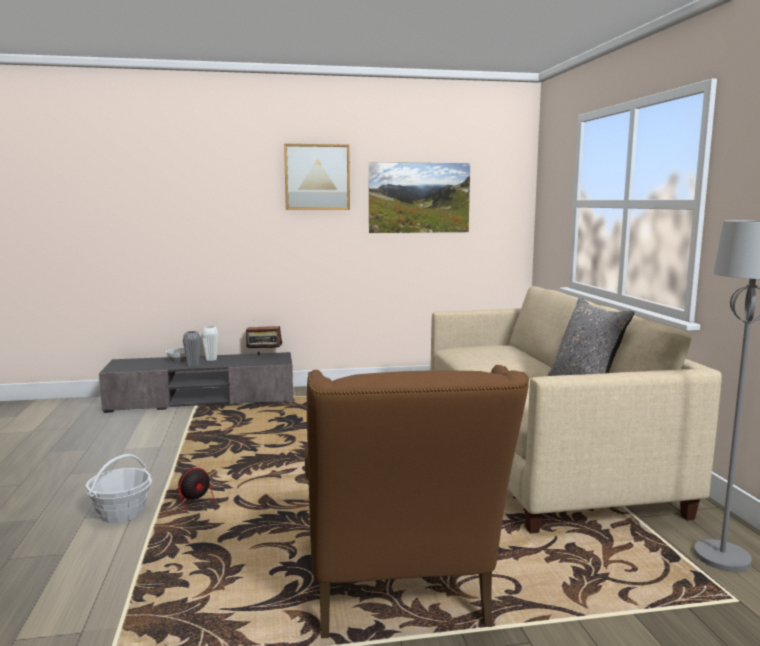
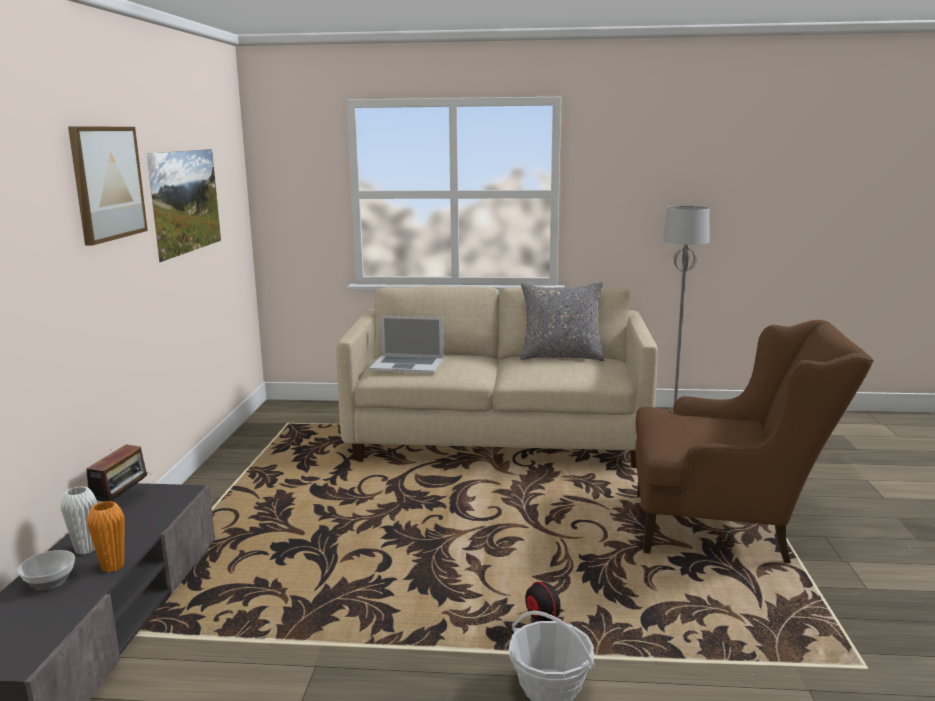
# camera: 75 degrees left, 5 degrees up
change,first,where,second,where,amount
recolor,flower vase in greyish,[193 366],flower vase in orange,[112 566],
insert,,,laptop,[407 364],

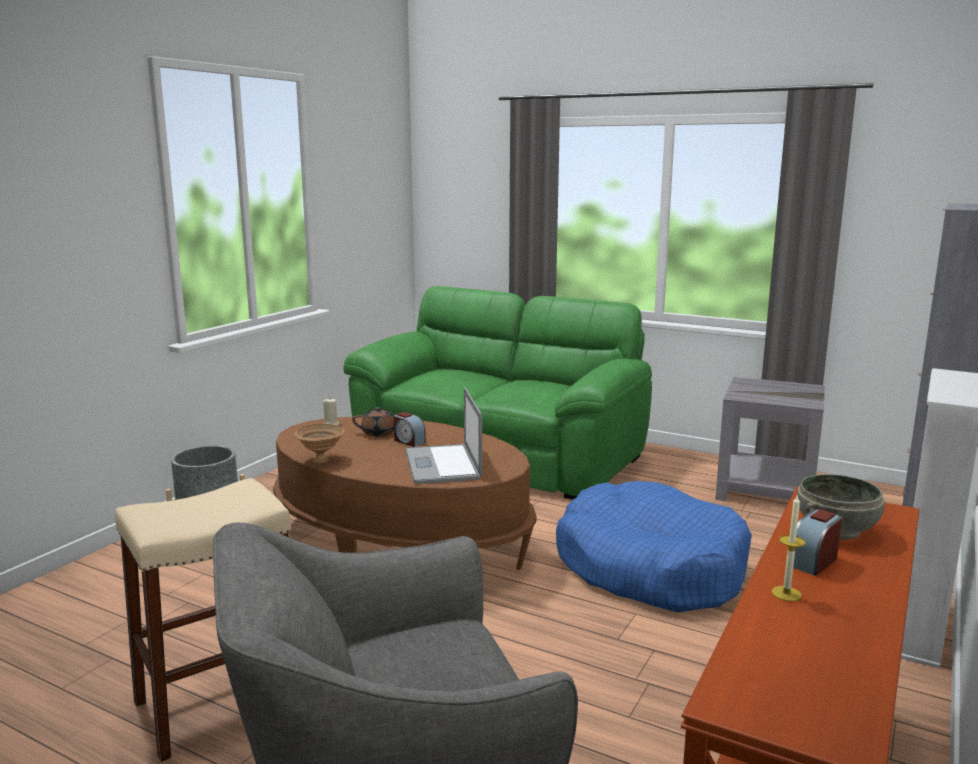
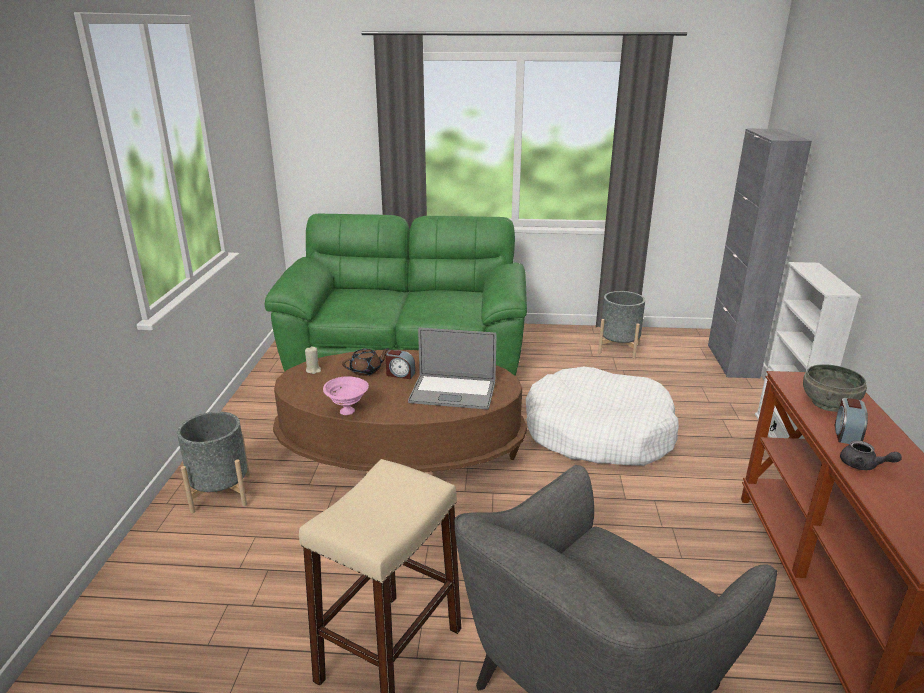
# camera: 25 degrees left, 10 degrees up
change,first,where,second,where,amount
replace,side table in greyish,[767 489],plant pot in greyish,[618 348],
rotate,laptop,[442 464],,[452 392],45 degrees counterclockwise
recolor,deep dish in brownish,[321 460],deep dish in pinkish,[347 411],
recolor,dog bed in blue,[650 567],dog bed in white,[598 433],
replace,candle,[786 593],teapot in greyish,[863 466],

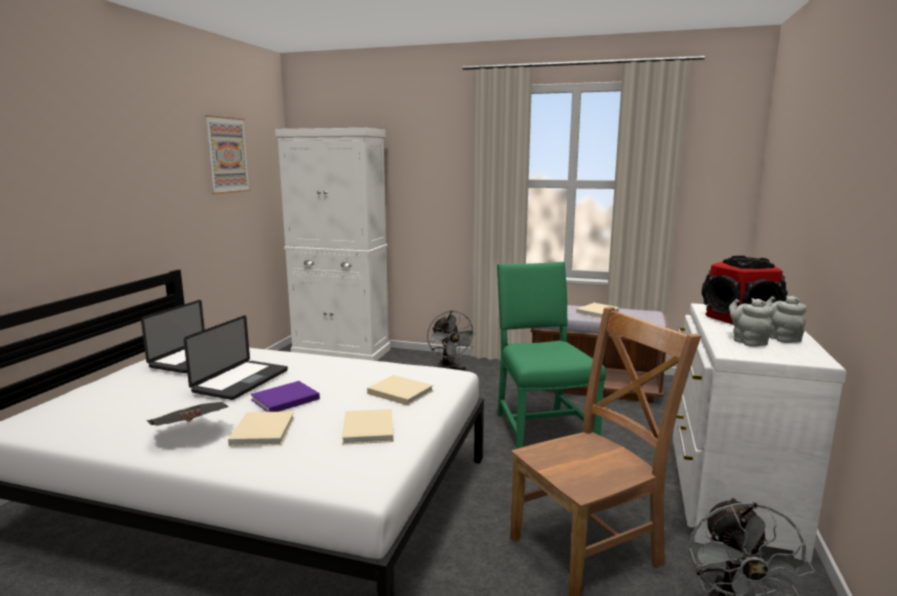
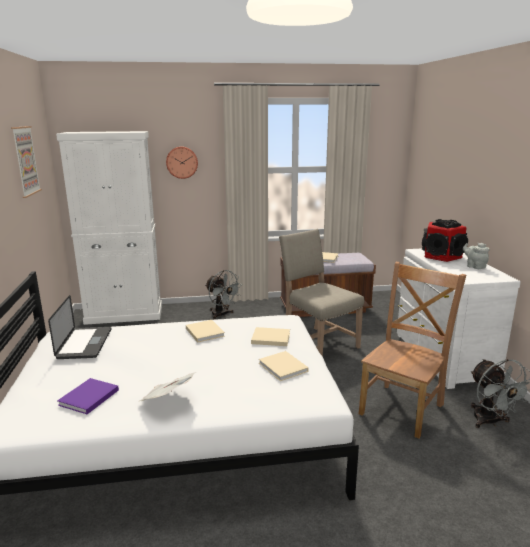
# camera: 25 degrees left, 5 degrees up
change,first,where,second,where,amount
recolor,plain chair in green,[541 428],plain chair in sand-coloured,[317 343],
delete,teapot in greyish,[747 341],,,
delete,laptop,[241 381],,,
move,bound book in purplish,[283 400],,[87 398],
move,bound book in sand-coloured,[263 430],,[204 332],
insert,,,wall clock,[182 162],

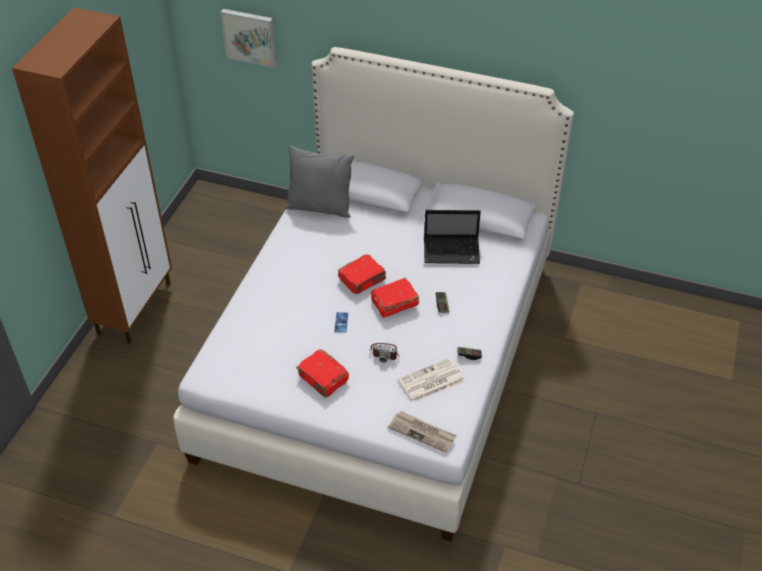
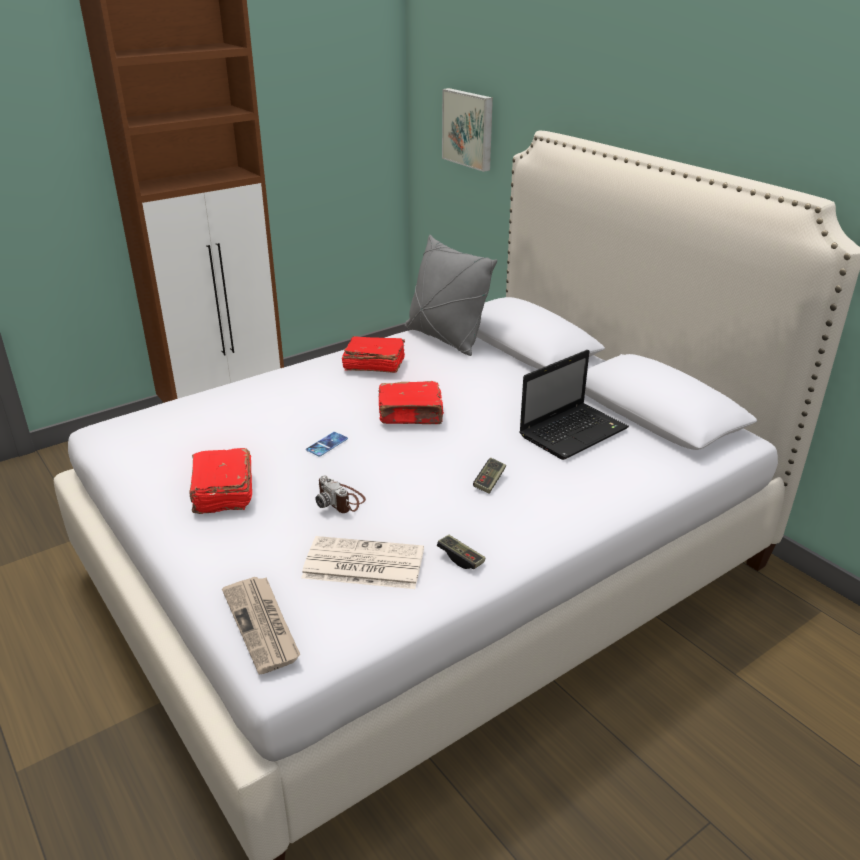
# camera: 35 degrees right, 15 degrees down
change,first,where,second,where,amount
rotate,laptop,[452 251],,[574 431],75 degrees counterclockwise
move,bound book in reddish,[394 304],,[373 365],

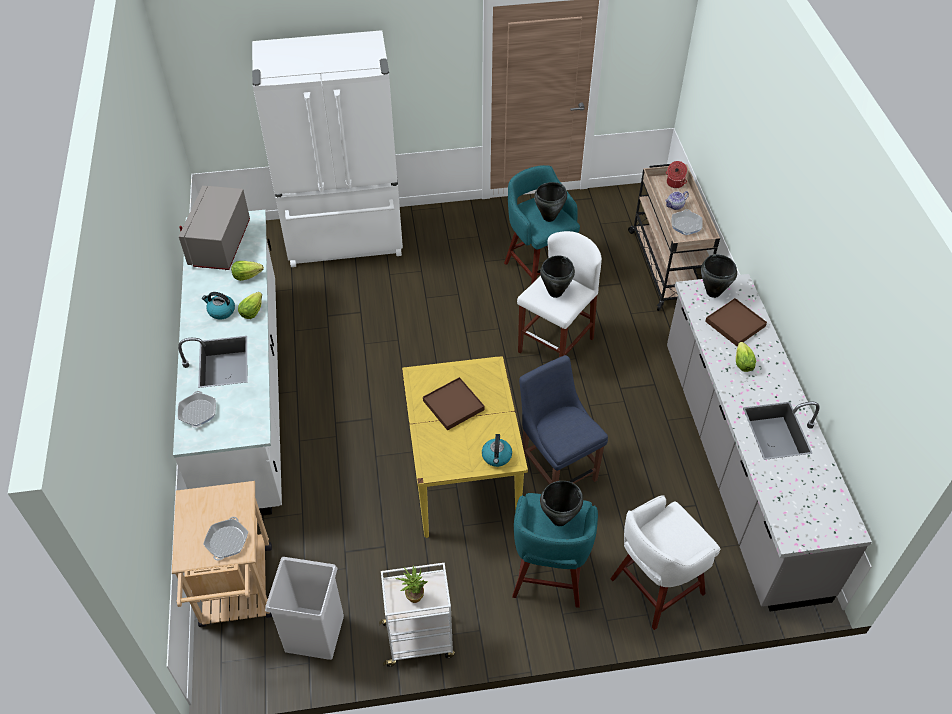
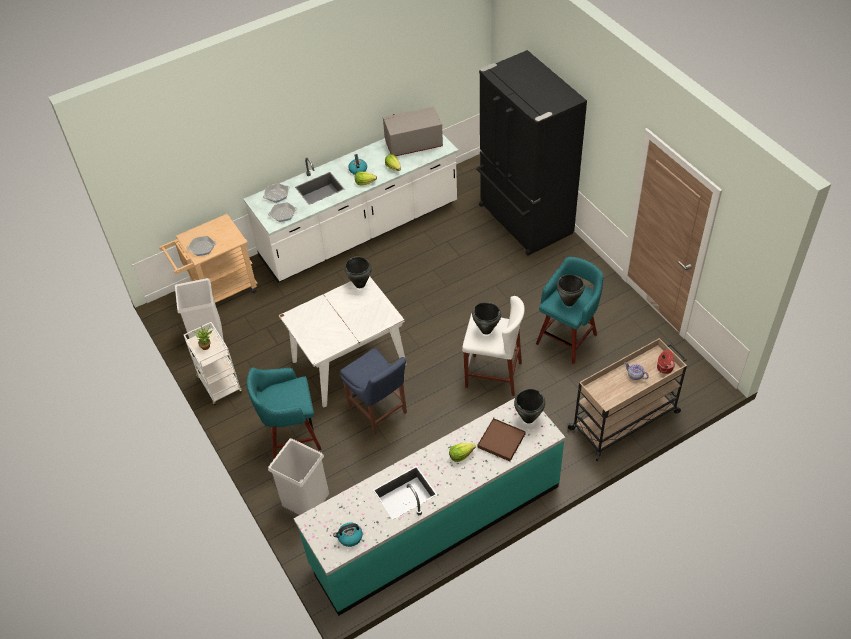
# camera: 70 degrees right, 0 degrees up
change,first,where,second,where,amount
recolor,refrigerator in white,[345 239],refrigerator in black-coloured,[523 220],
move,skillet,[686 225],,[283 214],
recolor,kitchen counter in greyish,[738 466],kitchen counter in turquoise-coloured,[436 525],
rotate,plain chair in blue,[556 468],,[379 412],105 degrees clockwise
recolor,dining table in yellow-coloured,[463 476],dining table in white,[348 363],
delete,serving tray in brownish,[453 405],,,
move,tea kettle,[497 457],,[350 537],
move,saucepot in black-coloured,[559 519],,[360 284],
replace,stool seat in white,[654 587],rubbish bin in white,[306 499],

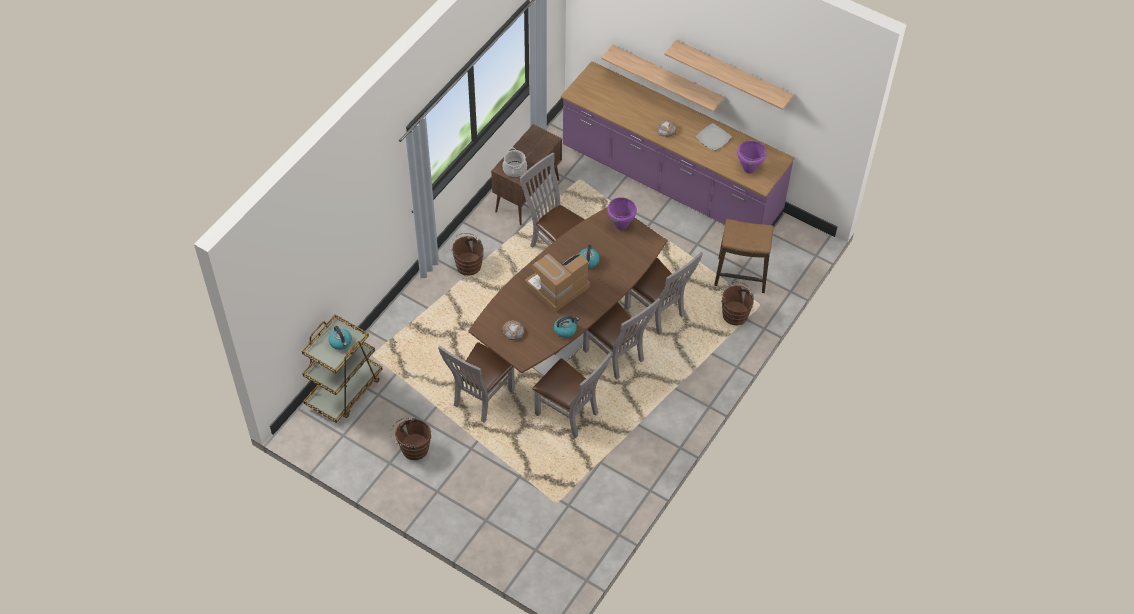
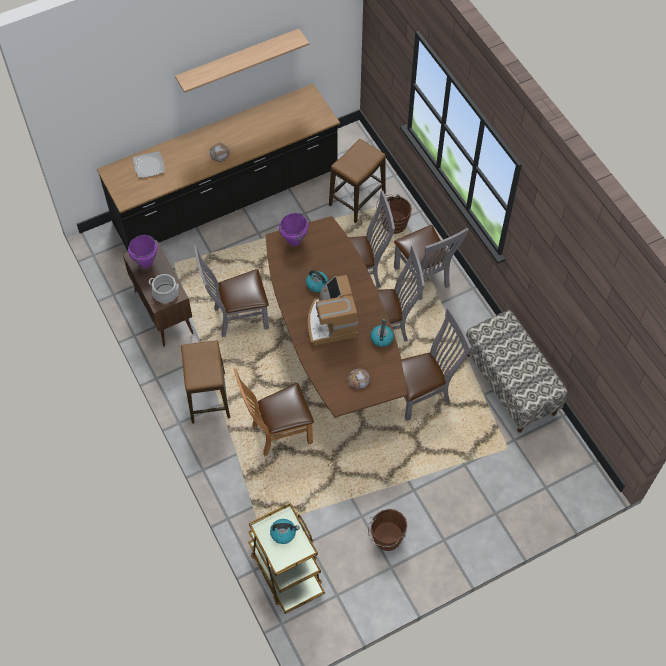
# camera: 60 degrees left, 5 degrees up
change,first,where,second,where,amount
delete,wall shelf,[667 78],,,
recolor,kitchen counter in purplish,[670 183],kitchen counter in black-coloured,[226 199],
move,dinner plate,[712 138],,[149 166],
move,saucepot in purplish,[748 169],,[146 263],
replace,bucket in brownish,[467 264],stool seat,[208 397],
move,plain chair in greyish,[480 399],,[424 279],
insert,,,bench,[511 384],
insert,,,plain chair in brownish,[278 433],

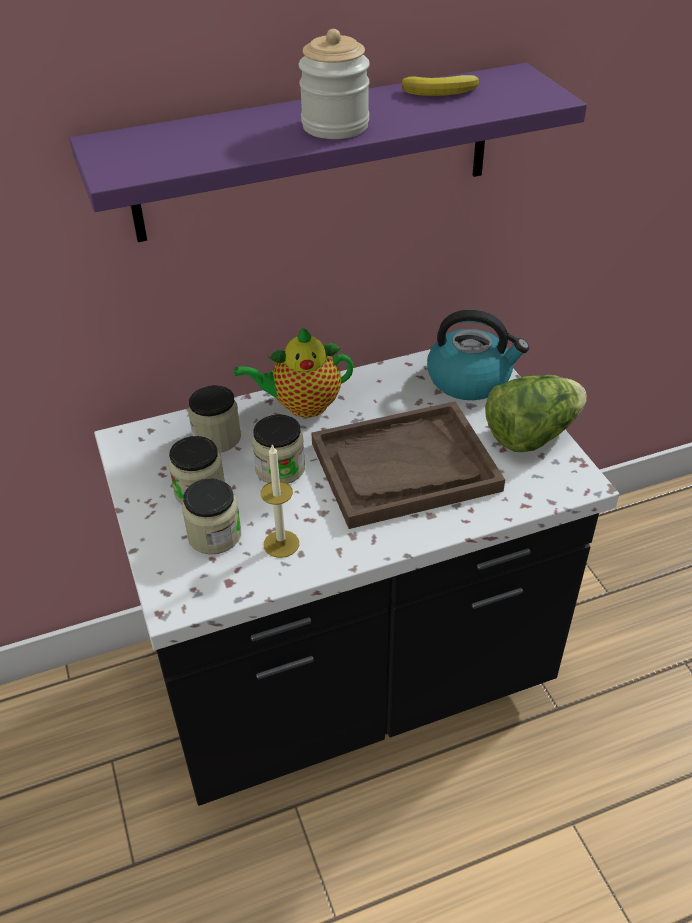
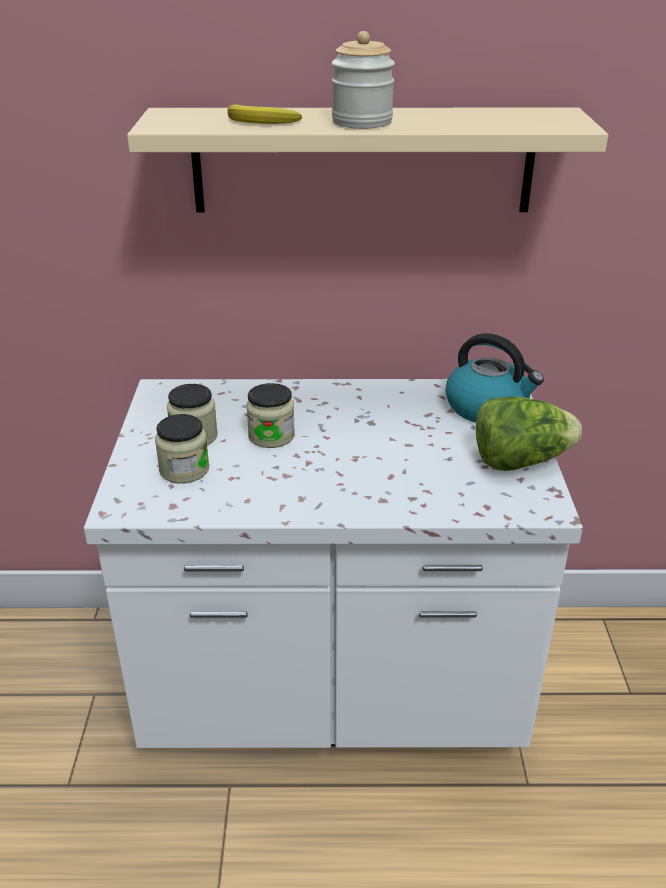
# camera: 20 degrees right, 10 degrees down
change,first,where,second,where,amount
recolor,wall shelf in purplish,[315 153],wall shelf in sand-coloured,[363 160],
move,banana fruit,[443 91],,[264 122],
delete,teapot,[302 405],,,
recolor,kitchen counter in black-coloured,[350 678],kitchen counter in white,[333 692],
delete,preserve jar,[217 438],,,
delete,serving tray in brownish,[404 467],,,
delete,candle,[281 544],,,

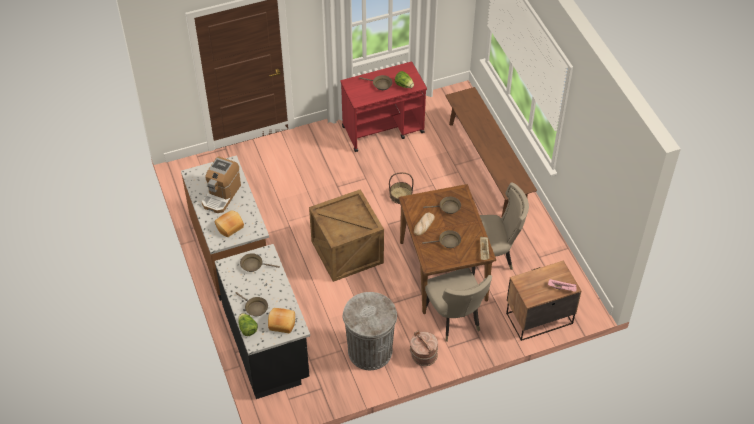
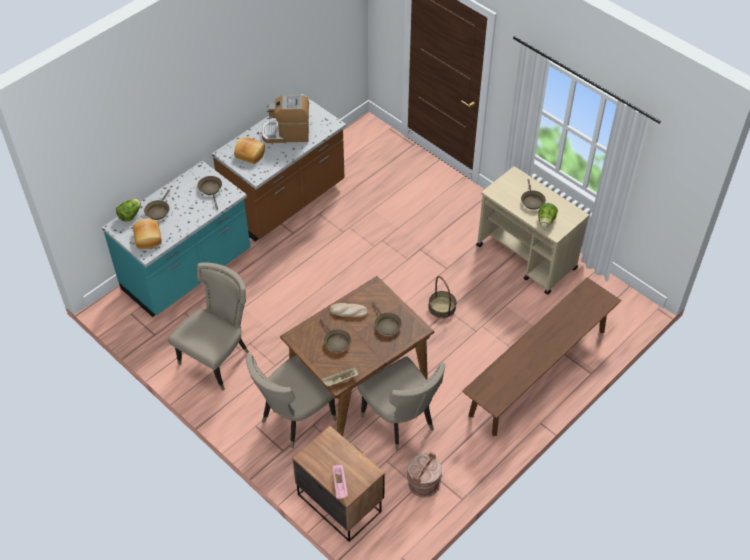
# camera: 65 degrees right, 0 degrees up
change,first,where,second,where,amount
recolor,wheeled cart in reddish,[383 129],wheeled cart in sand-coloured,[526 258],
delete,shipping crate,[346 251],,,
recolor,kitchen counter in black-coloured,[267 345],kitchen counter in turquoise-coloured,[187 272],
replace,rubbish bin in greyish,[370 351],plain chair in sand-coloured,[218 358],
move,bucket in brownish,[423 356],,[423 483],

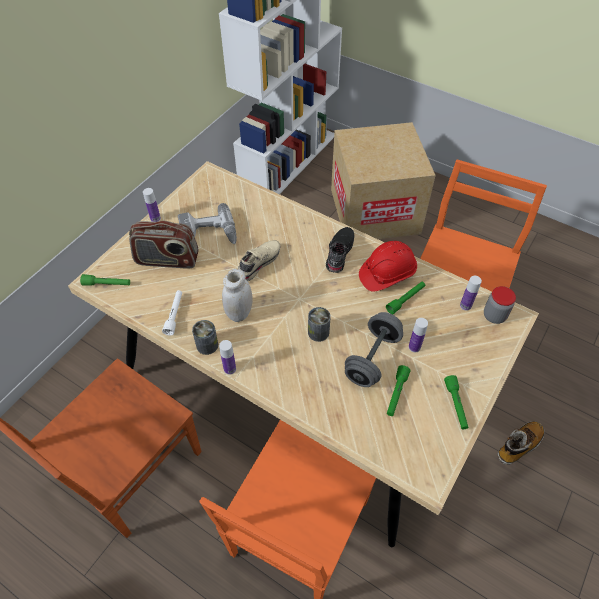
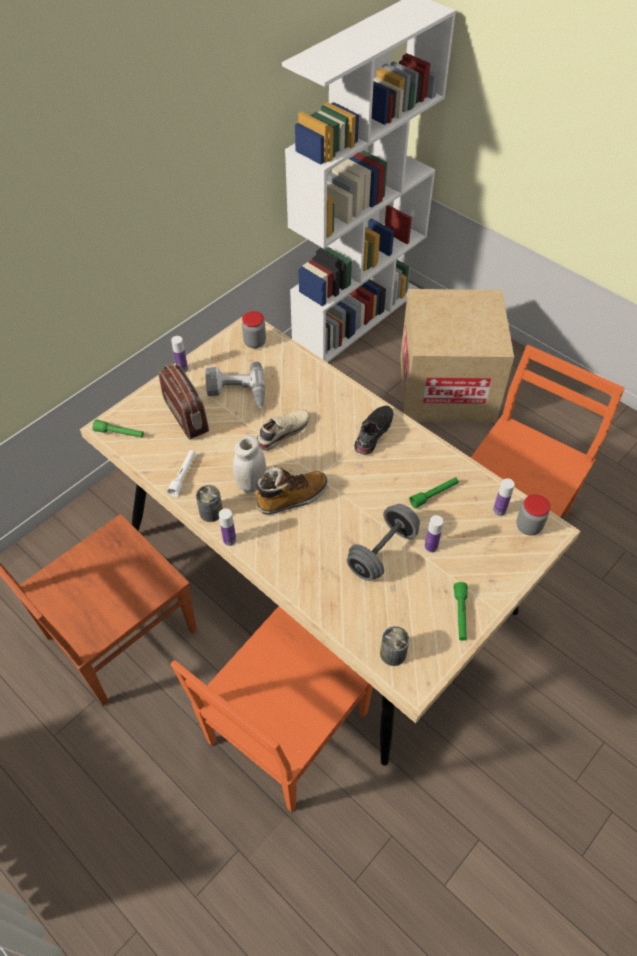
# camera: 10 degrees right, 0 degrees up
change,first,where,second,where,amount
rotate,radio,[167 260],,[186 416],135 degrees counterclockwise
delete,work helmet in reddish,[387 274],,,
move,sealed can,[318 332],,[393 653],
delete,hand torch in green,[396 394],,,
move,tall boot,[519 445],,[292 498],
insert,,,preserve jar,[255 342],

